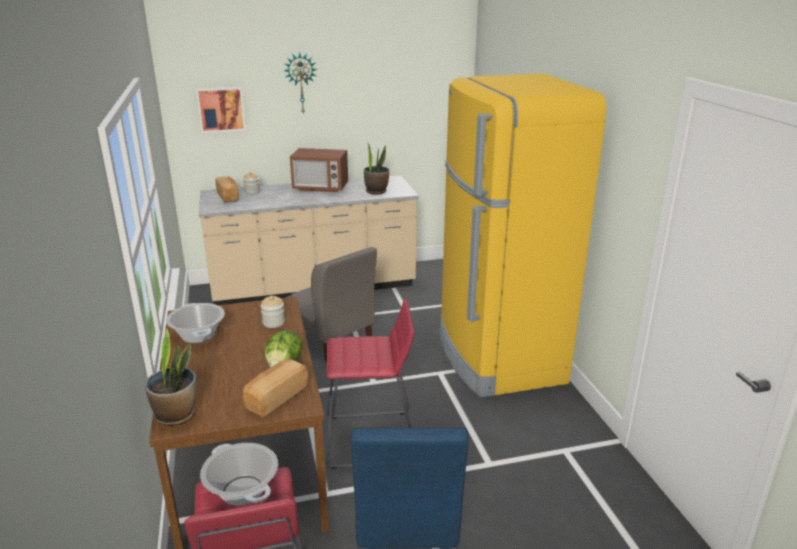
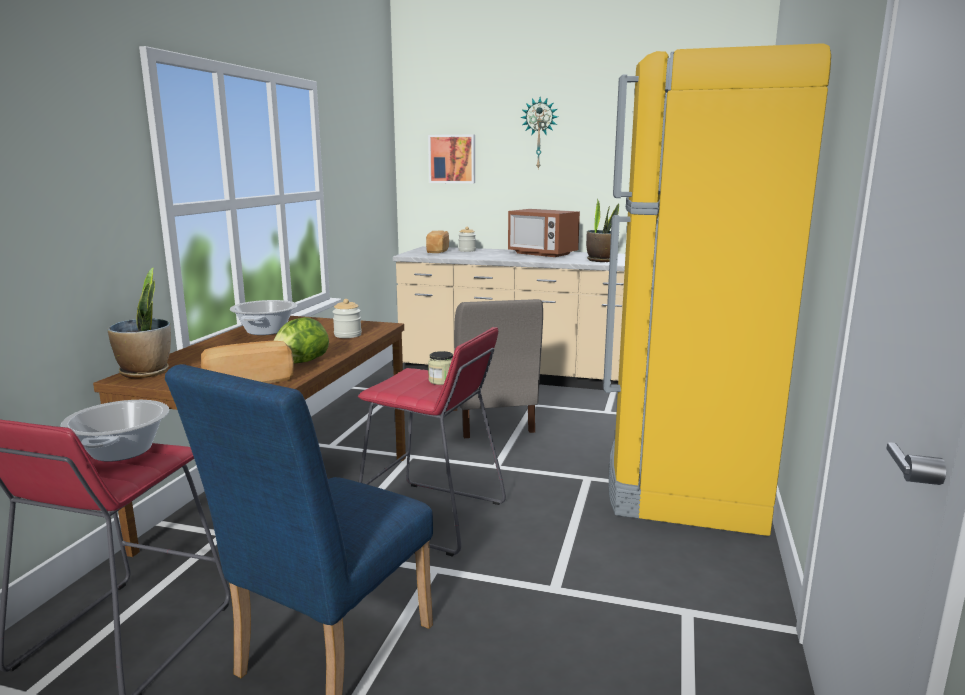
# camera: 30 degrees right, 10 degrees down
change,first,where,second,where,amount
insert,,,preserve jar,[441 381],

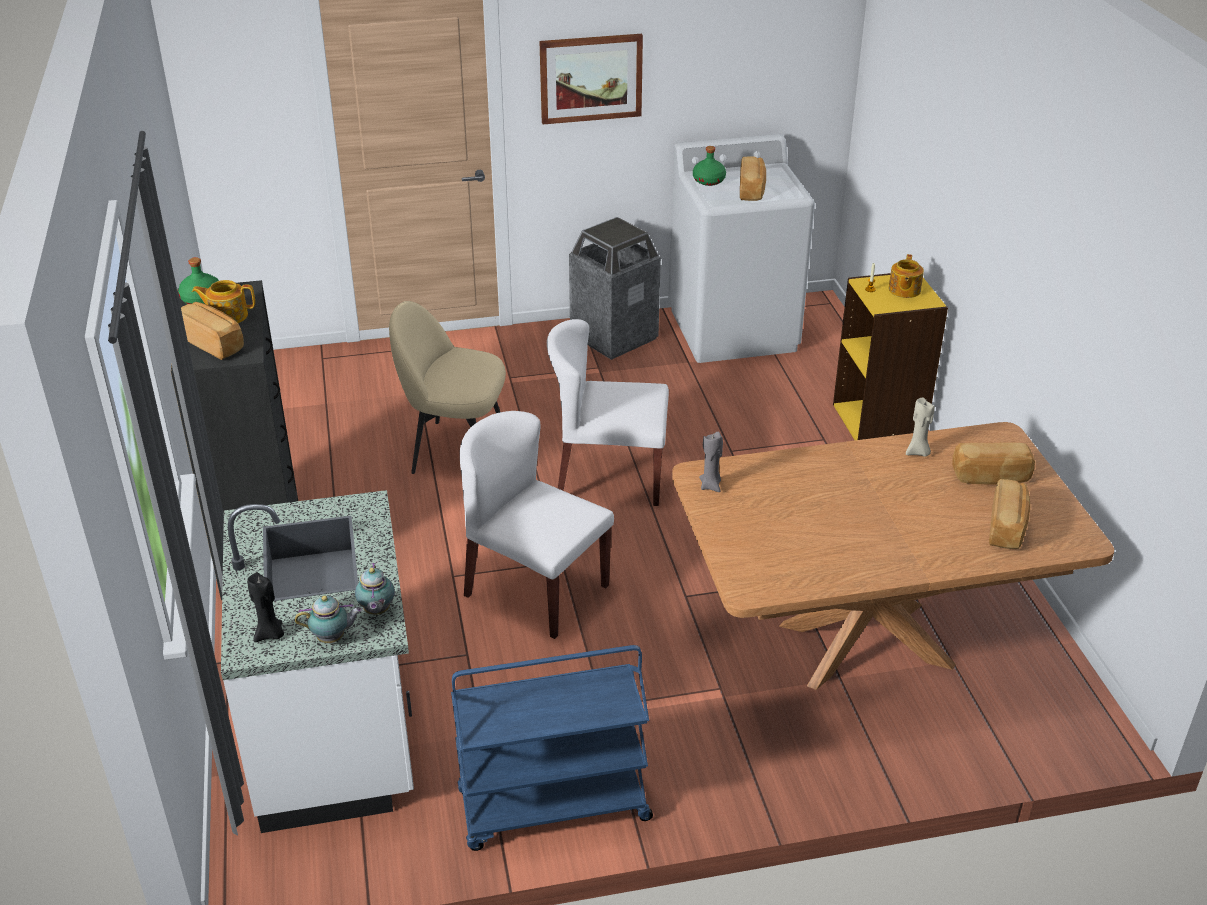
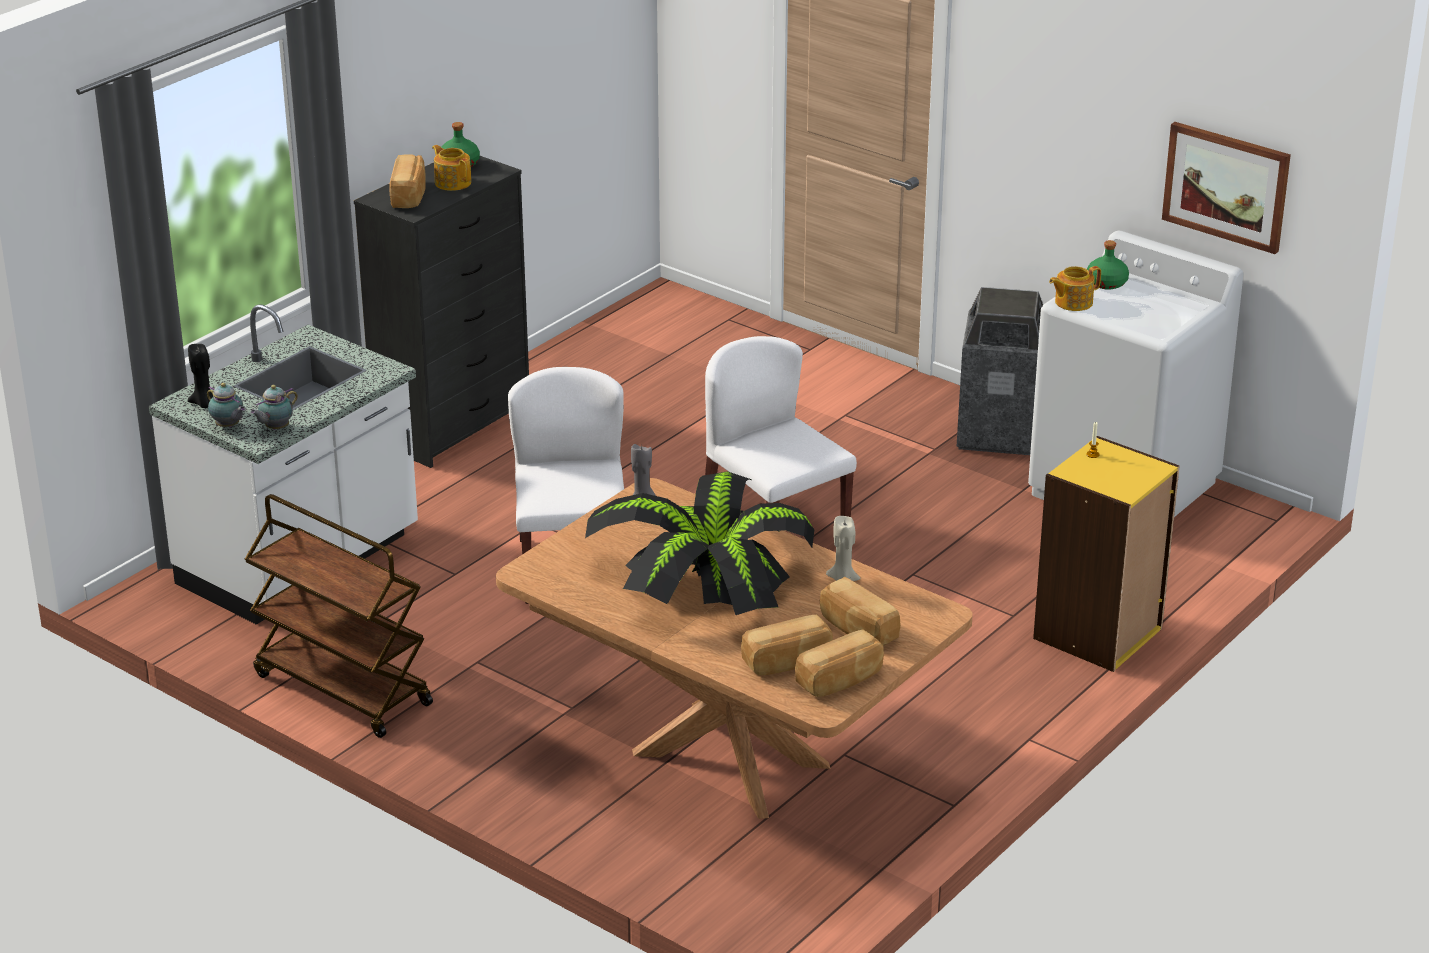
# camera: 50 degrees right, 5 degrees down
change,first,where,second,where,amount
move,wall art,[591 78],,[1226 186],
move,bread,[752 190],,[840 680],
move,teapot,[904 290],,[1072 302],
delete,plain chair in sand-coloured,[456 450],,,
recolor,wheeled cart in blue,[552 807],wheeled cart in brownish,[341 689],
insert,,,potted plant,[706 575],

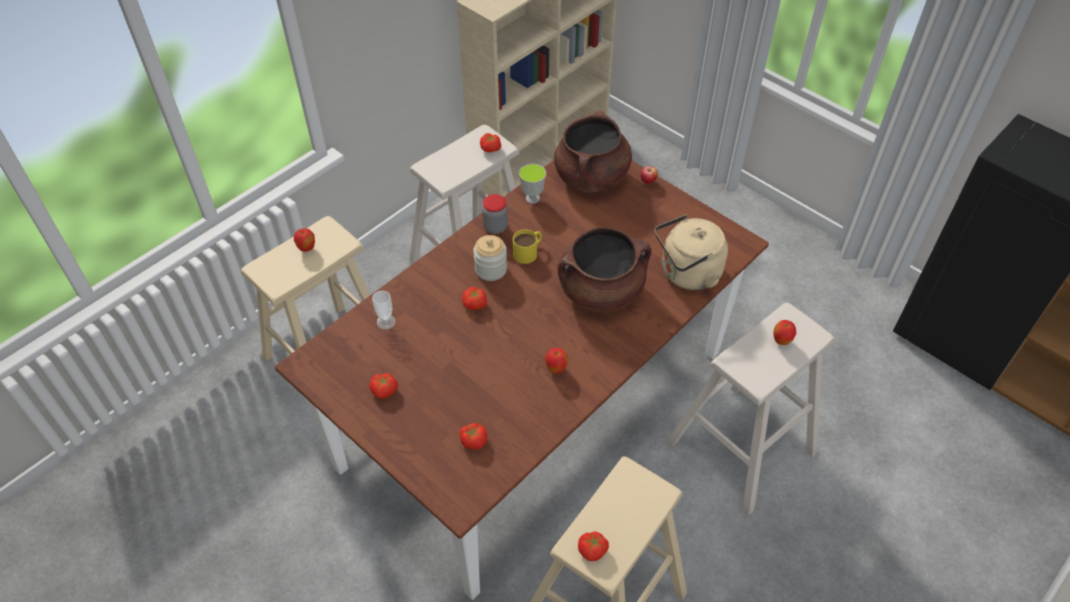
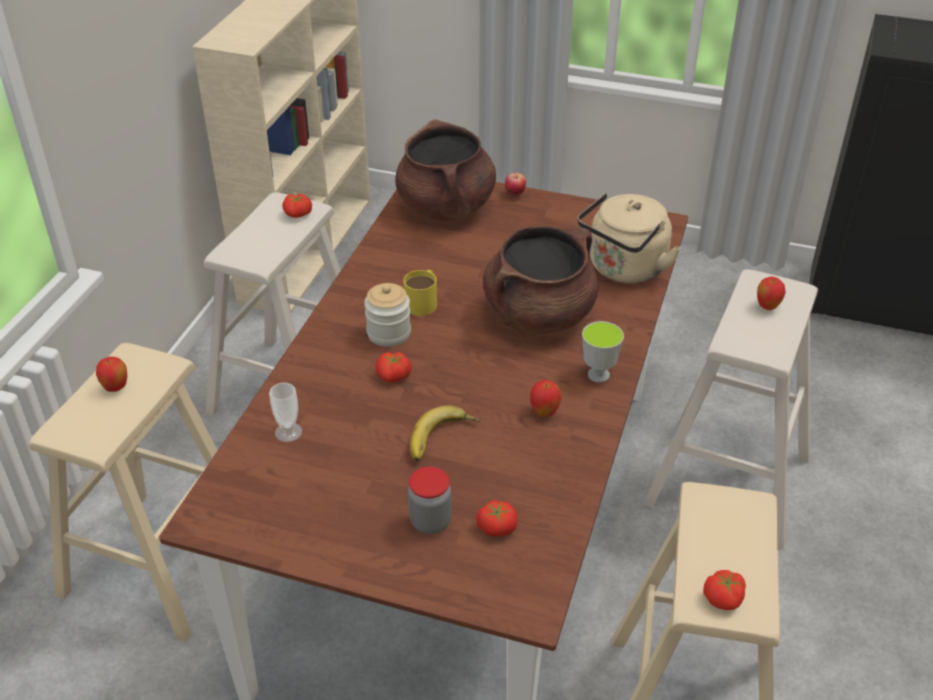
# camera: 25 degrees left, 10 degrees down
change,first,where,second,where,amount
move,cup,[532 198],,[598 375],
move,preserve jar,[495 227],,[430 521],
delete,fresh tomato,[384 391],,,
insert,,,banana fruit,[442 440],

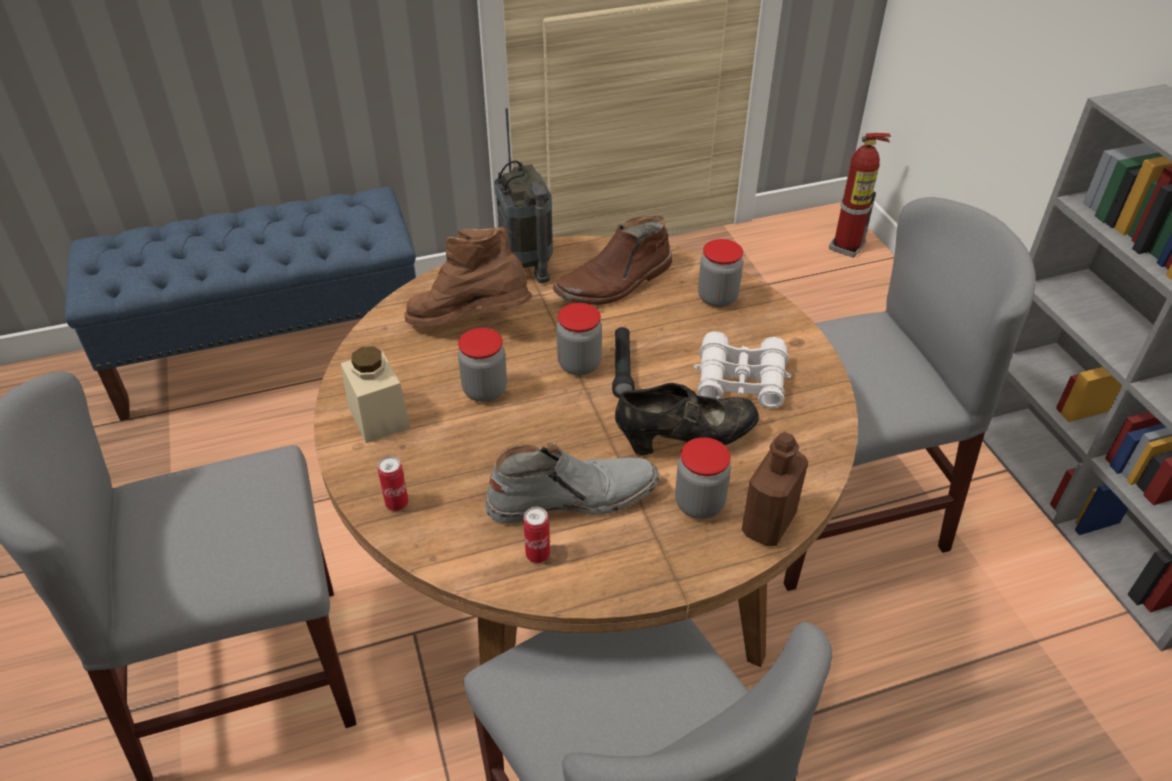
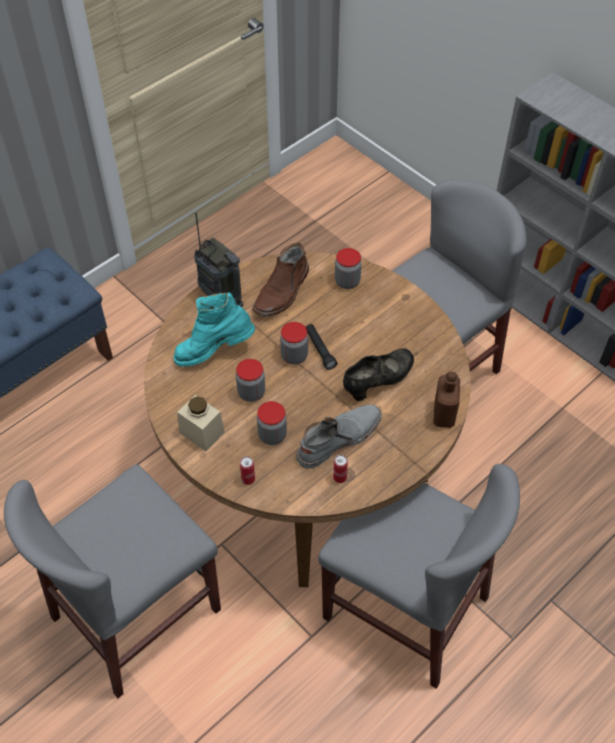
# camera: 25 degrees left, 10 degrees up
change,first,where,second,where,amount
delete,fire-fighting cylinder,[847 247],,,
recolor,tall boot in brownish,[470 324],tall boot in turquoise-coloured,[214 351],
delete,pair of binoculars in white,[741 380],,,
move,preserve jar,[699 504],,[272 435],

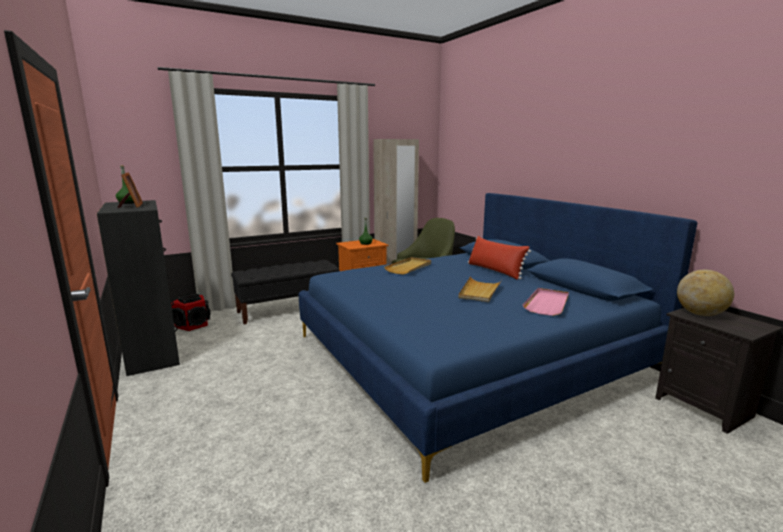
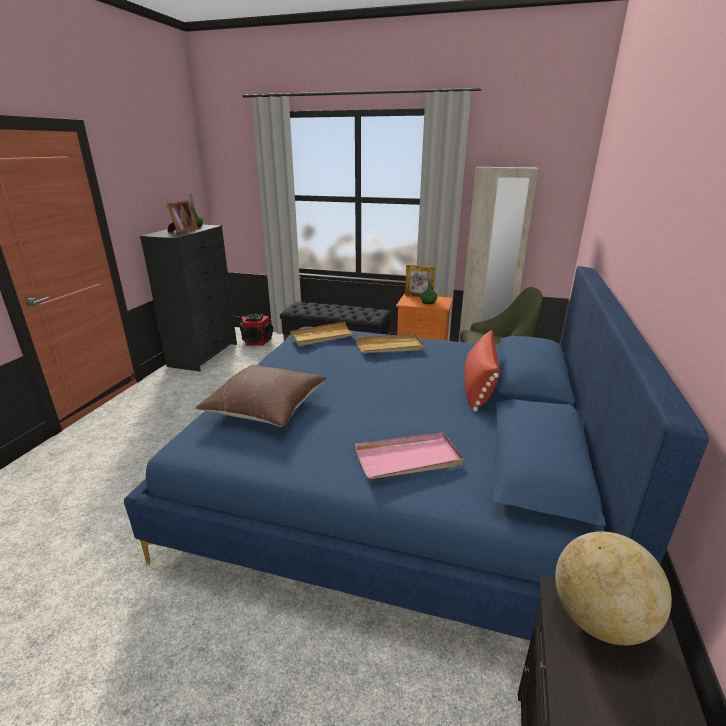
# camera: 45 degrees right, 10 degrees up
change,first,where,second,where,amount
move,serving tray in sand-coloured,[479 291],,[322 336],
insert,,,photo frame,[418 296],
insert,,,throw pillow in brownish,[266 407],

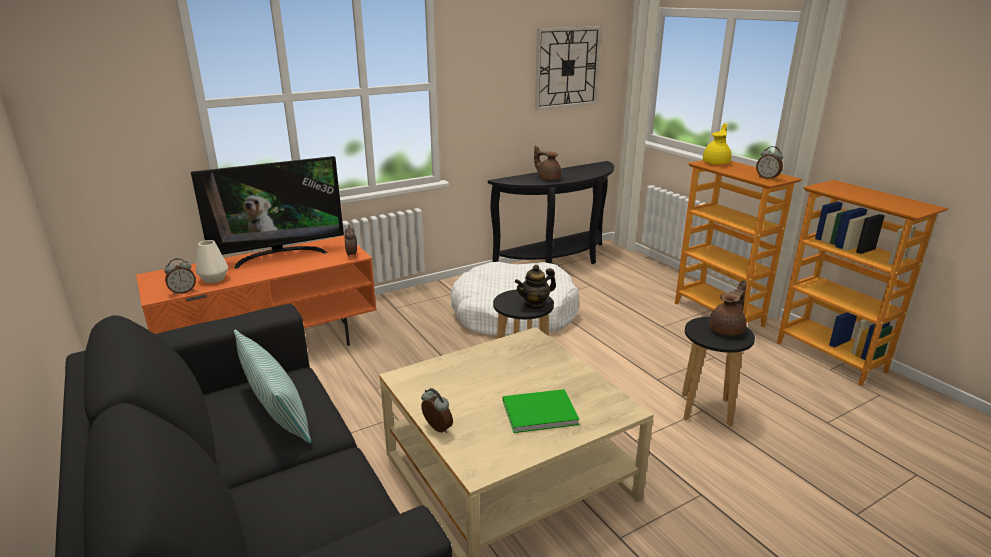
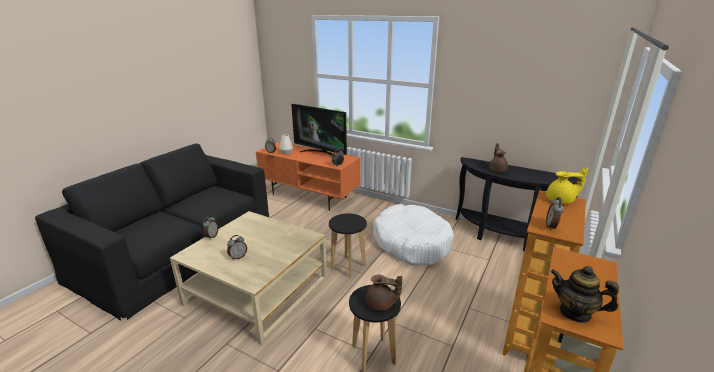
# camera: 60 degrees right, 0 degrees up
change,first,where,second,where,amount
delete,wall clock,[567 67],,,
move,teapot,[535 304],,[575 313],
delete,throw pillow,[275 410],,,
replace,bound book in green,[537 411],table clock,[238 257],

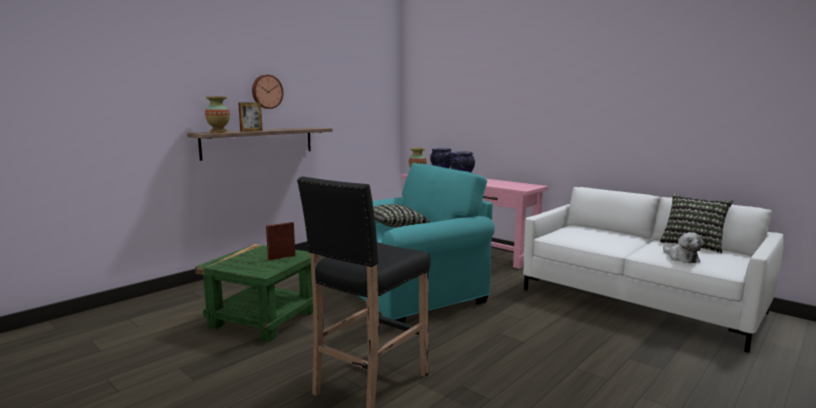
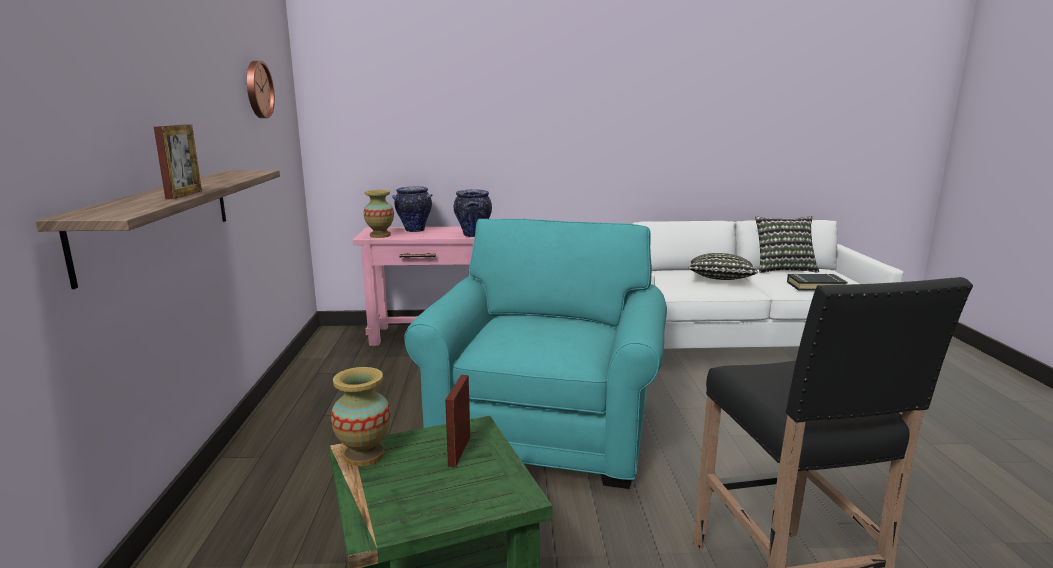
# camera: 45 degrees left, 5 degrees up
change,first,where,second,where,amount
move,wall clock,[266 91],,[257 89],
move,flower vase,[218 132],,[364 455],
move,throw pillow,[394 227],,[720 280],
replace,plush toy,[681 258],bound book in black-coloured,[815 286],

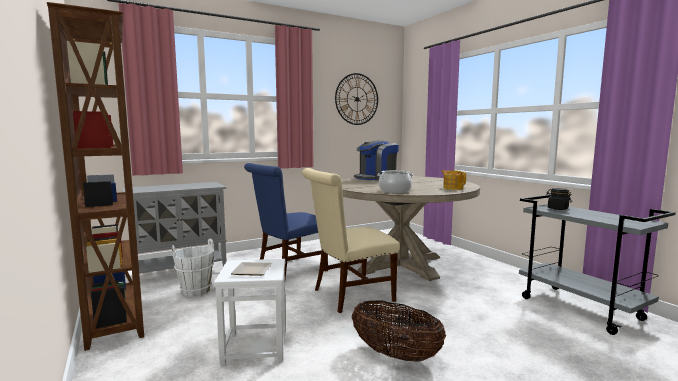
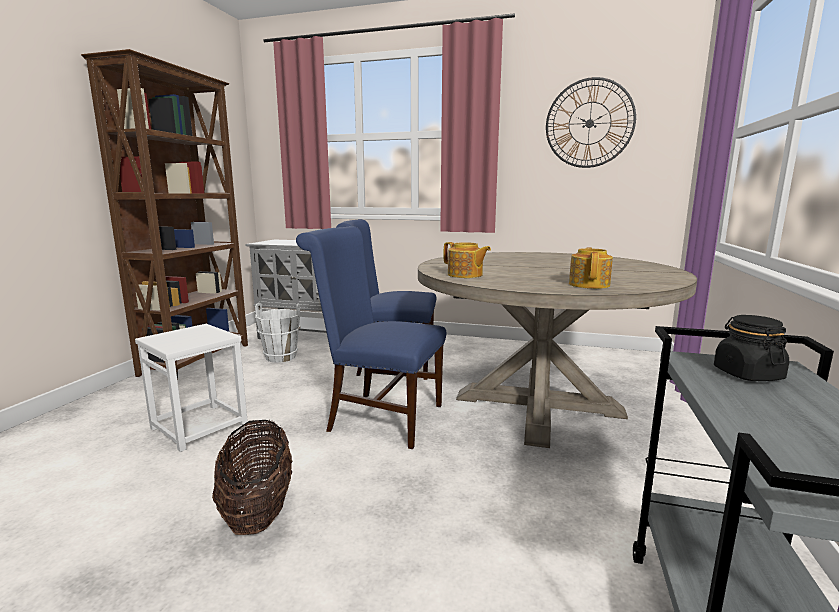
# camera: 45 degrees right, 5 degrees up
change,first,where,second,where,amount
delete,coffee maker,[376 178],,,
recolor,plain chair in sand-coloured,[348 296],plain chair in blue,[379 417],
replace,saucepot,[394 191],teapot,[465 275],
delete,dinner plate,[251 270],,,

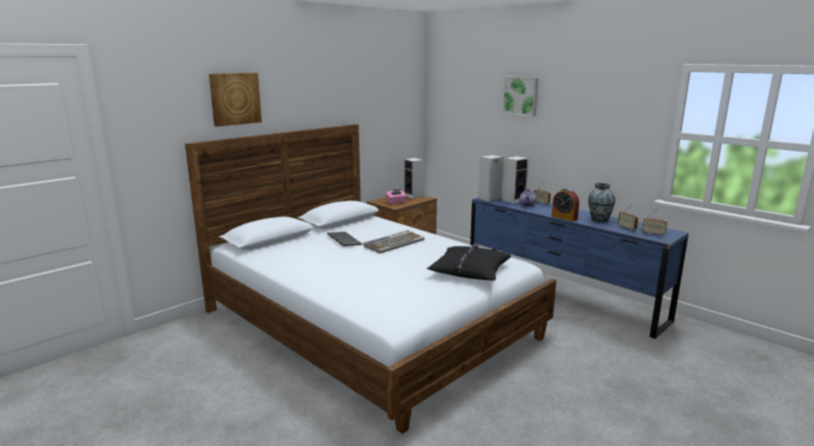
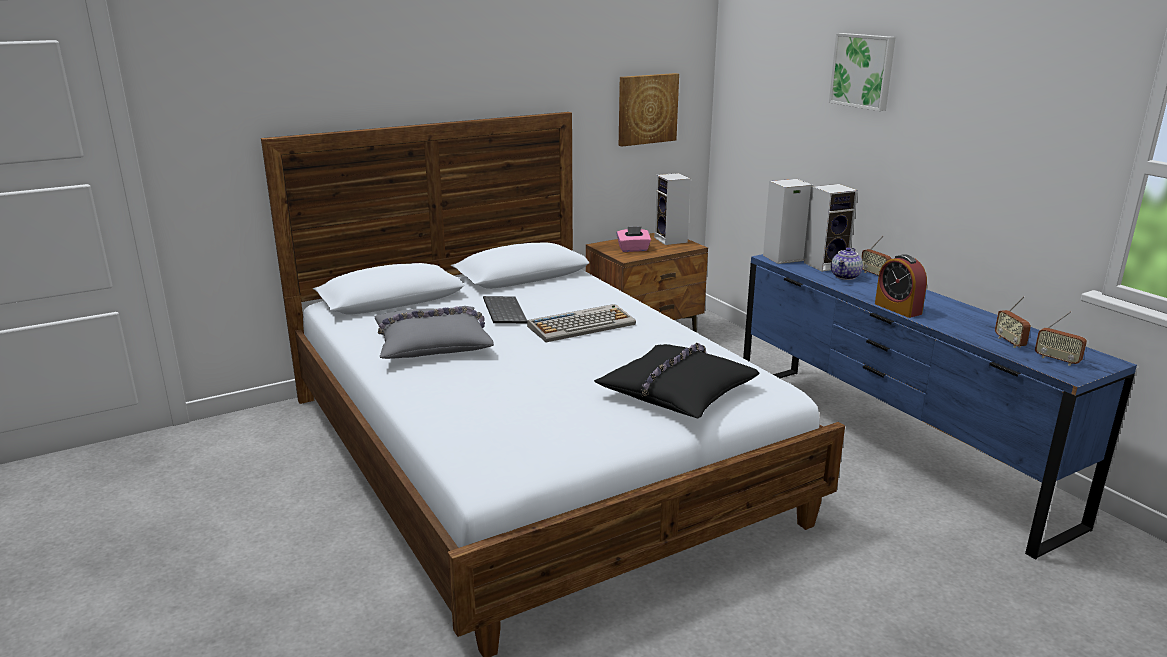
# camera: 15 degrees right, 5 degrees up
change,first,where,second,where,amount
move,wall art,[235 98],,[647 109],
delete,flower vase,[599 219],,,
insert,,,throw pillow in greyish,[432 343],

